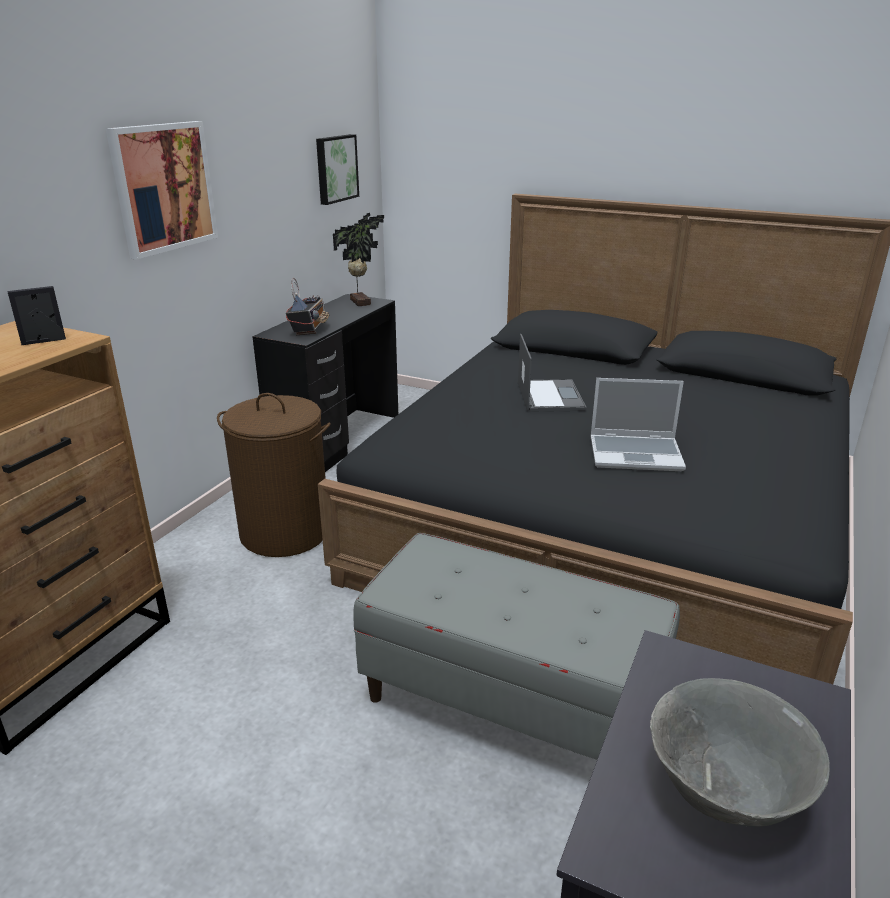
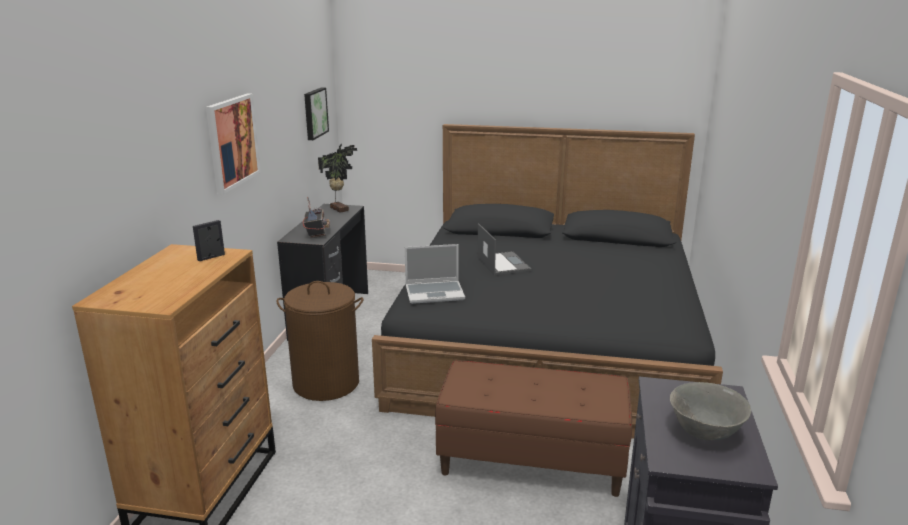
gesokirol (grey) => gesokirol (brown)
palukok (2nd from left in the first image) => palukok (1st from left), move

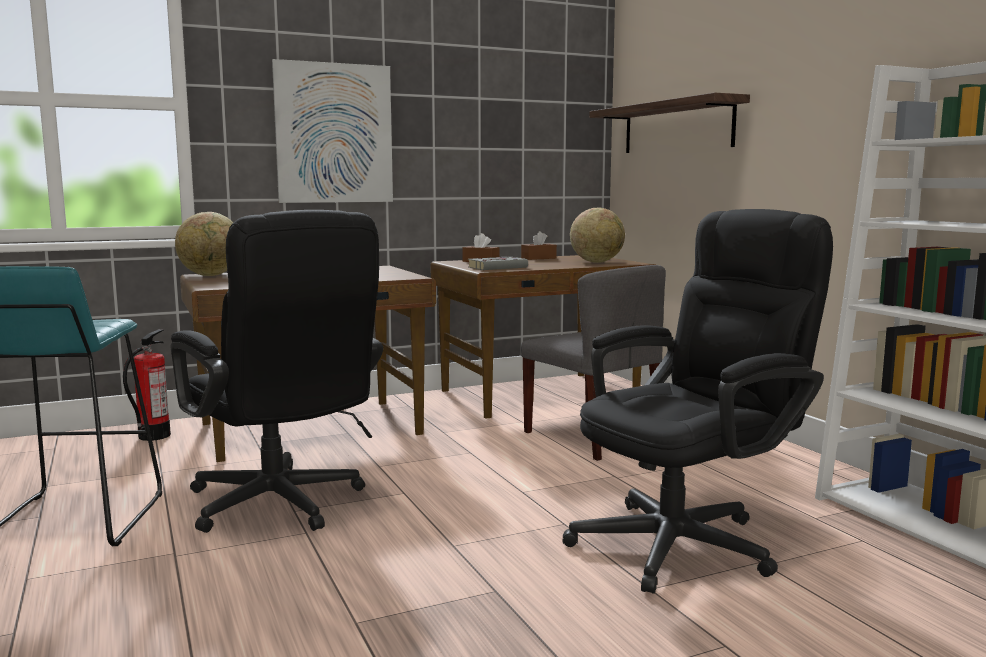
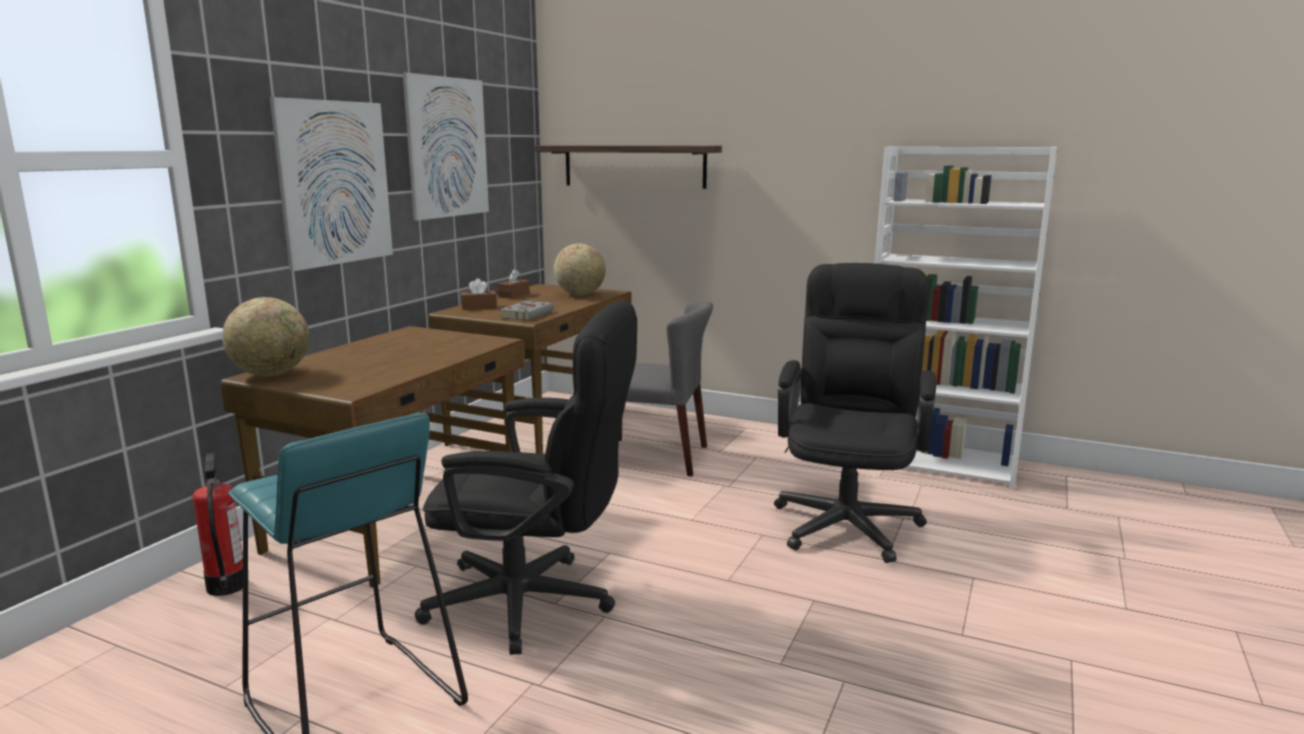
nothing => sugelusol (2nd from left)

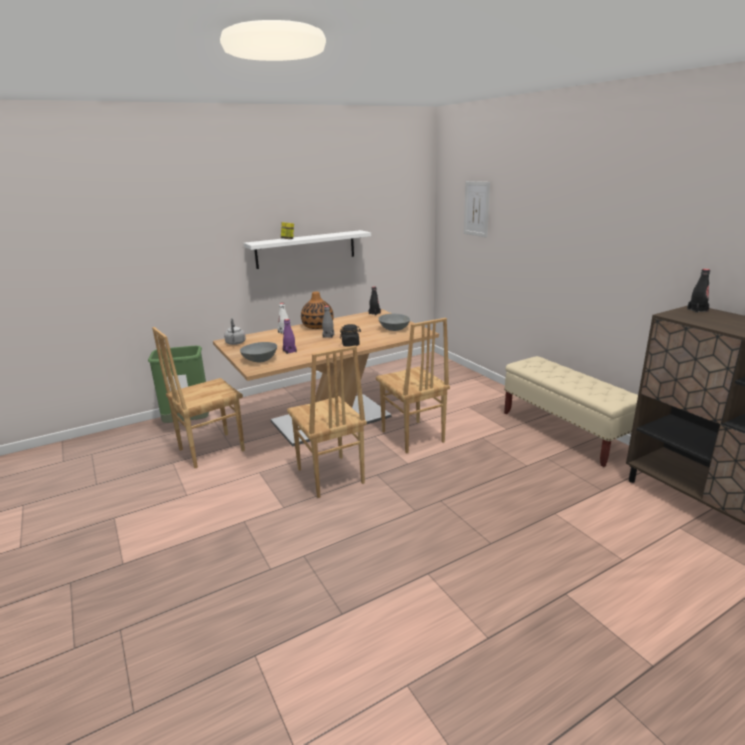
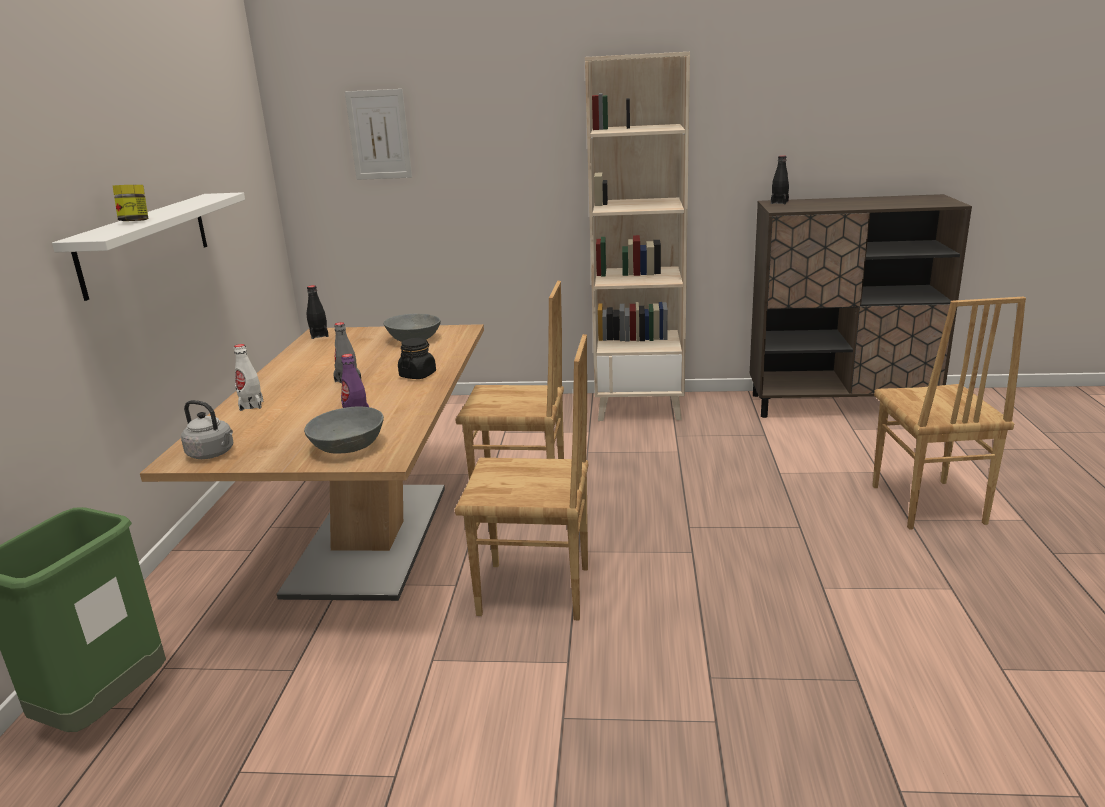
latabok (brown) (1st from left in the first image) => latabok (brown) (3rd from left), move
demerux => nothing
gesokirol (beige) => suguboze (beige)

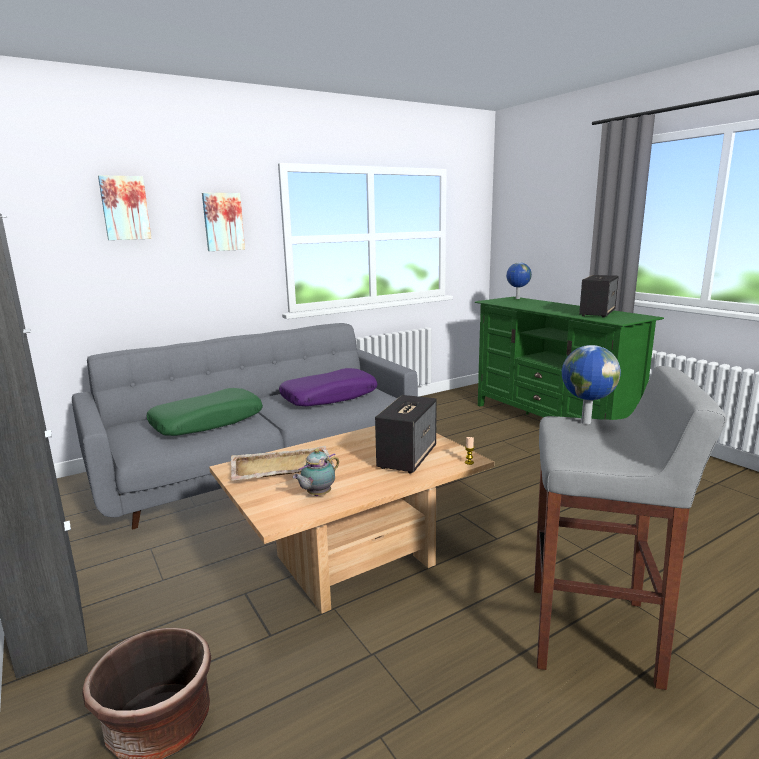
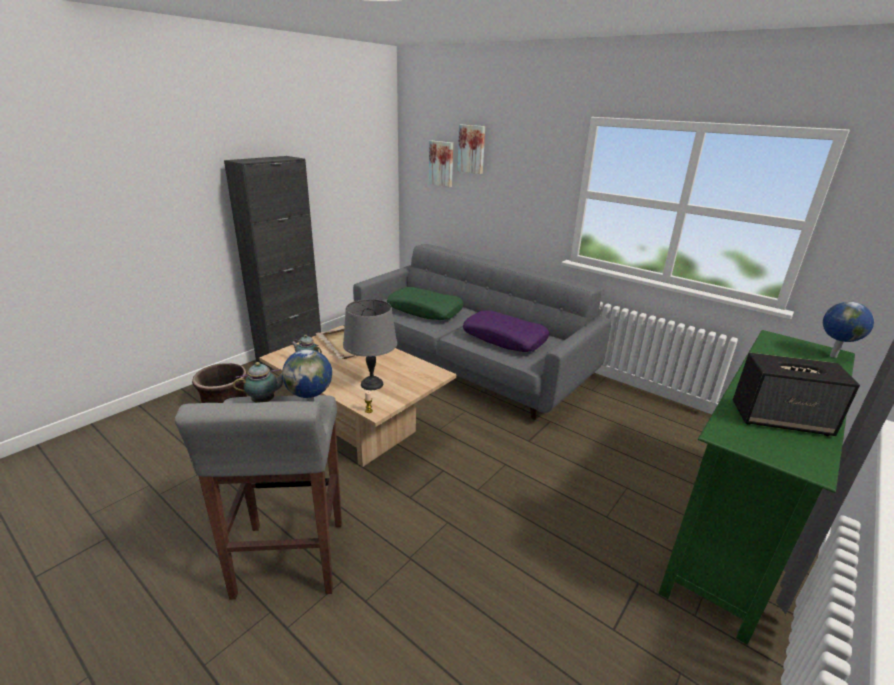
sugelusol (2nd from left in the first image) => sugelusol (1st from left), move
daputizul (1st from left) => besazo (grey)
nothing => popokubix (1st from left)

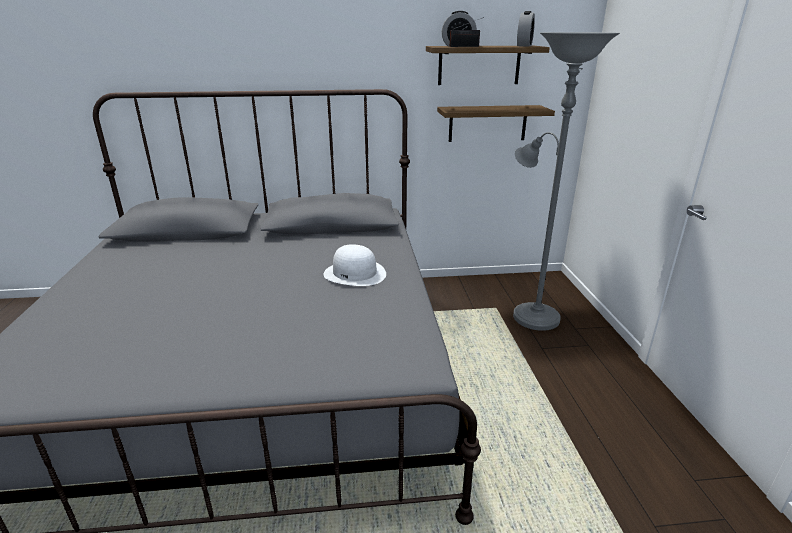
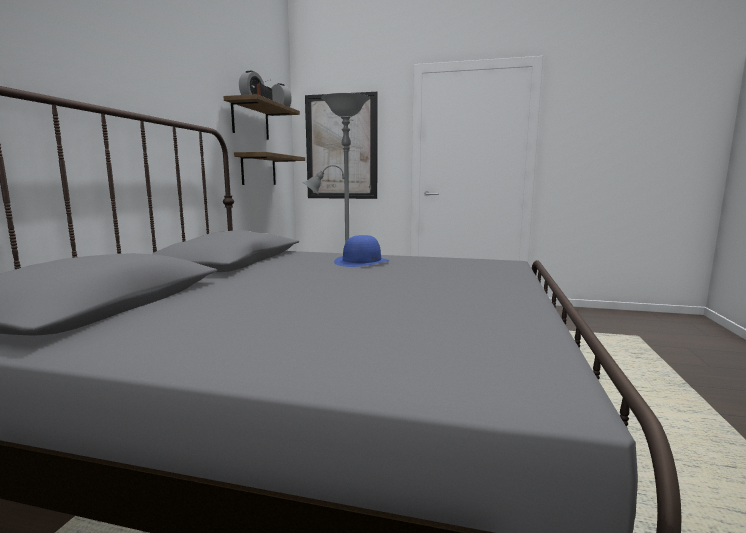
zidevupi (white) => zidevupi (blue)
nothing => sugelusol

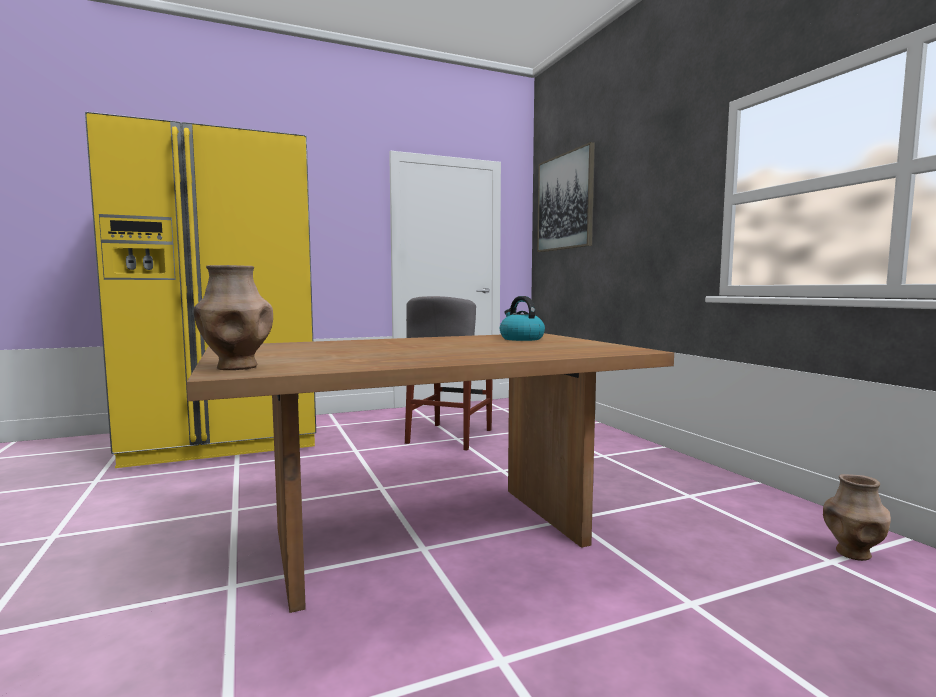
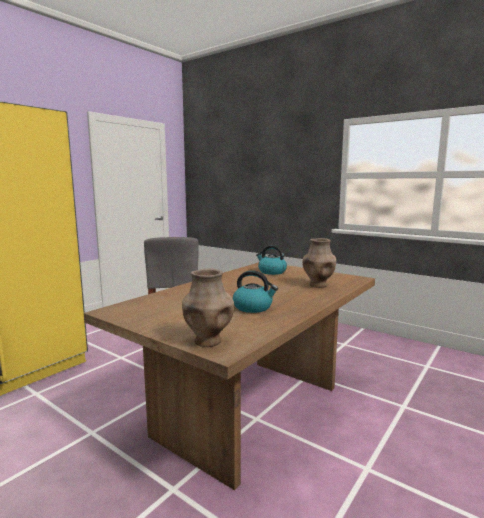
sugelusol => nothing
demerux (brown) (2nd from left), move
nothing => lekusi (1st from left)

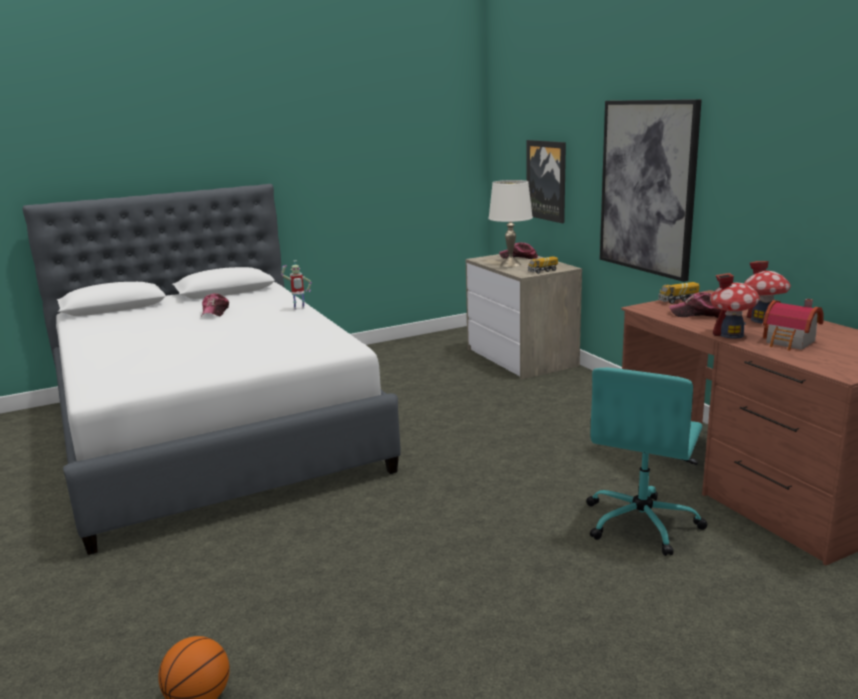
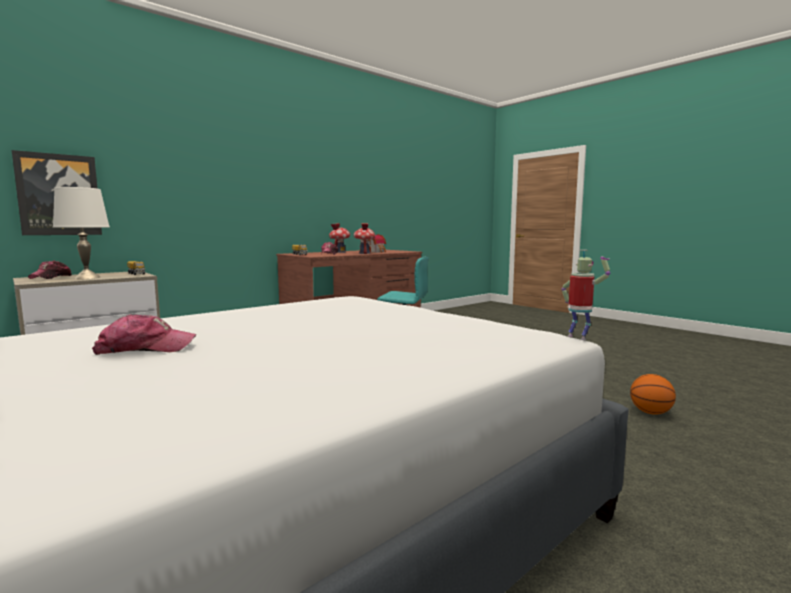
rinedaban, move
sugelusol (2nd from left) => nothing

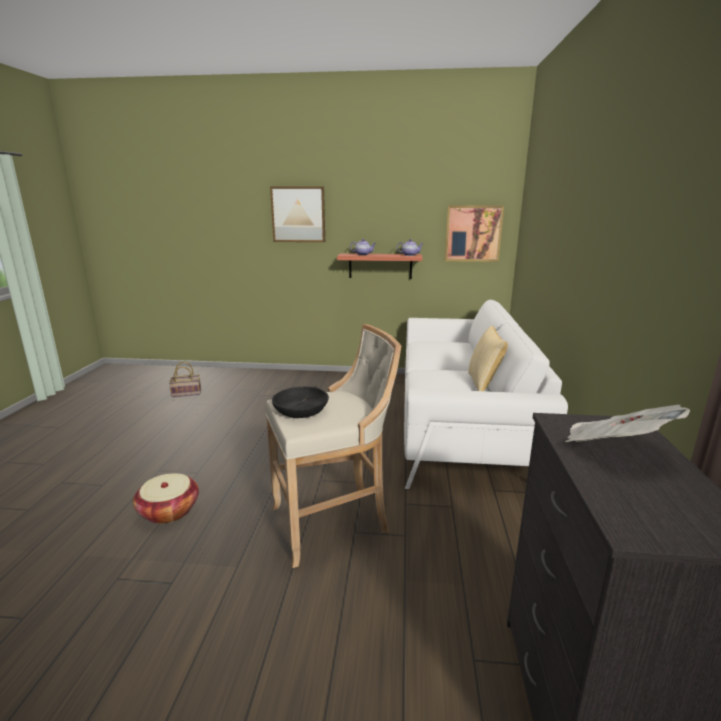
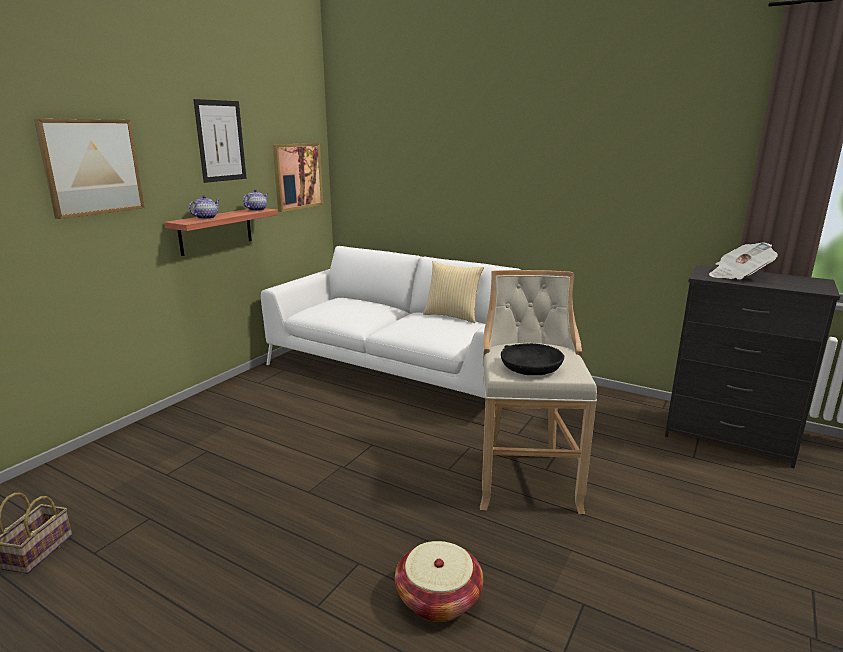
nothing => sugelusol (2nd from left)

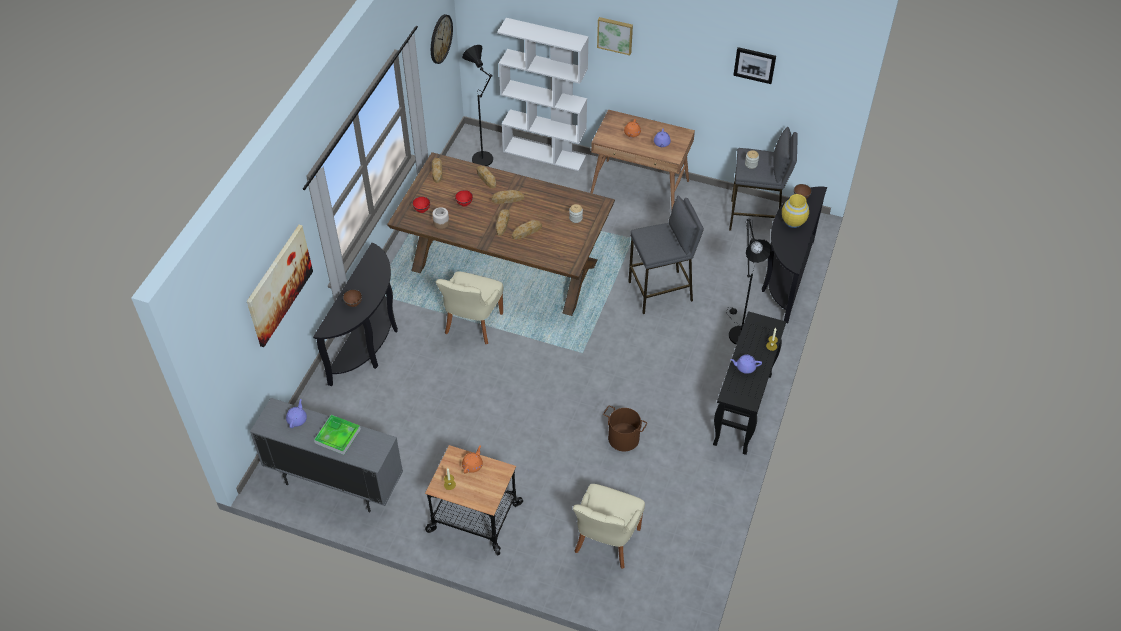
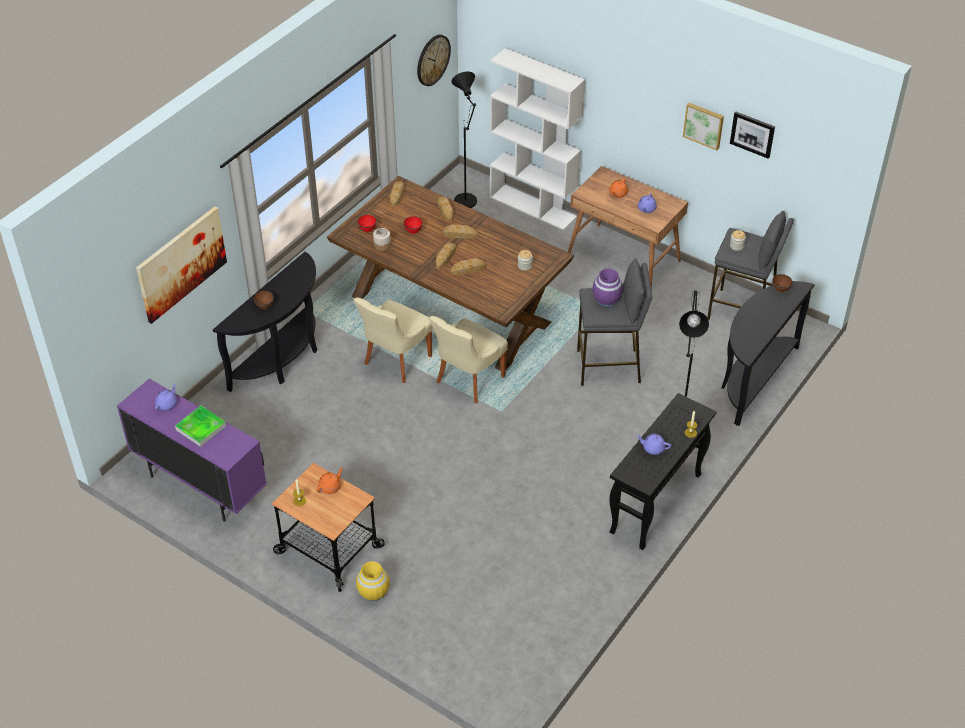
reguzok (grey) => reguzok (purple)
latabok (beige) (2nd from left), move
sugelusol (2nd from left), move
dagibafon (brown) => nothing
demerux (yellow), move
nothing => demerux (purple)

